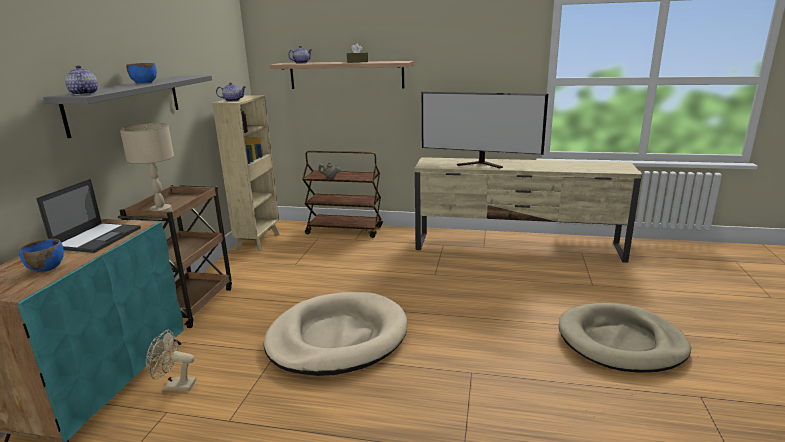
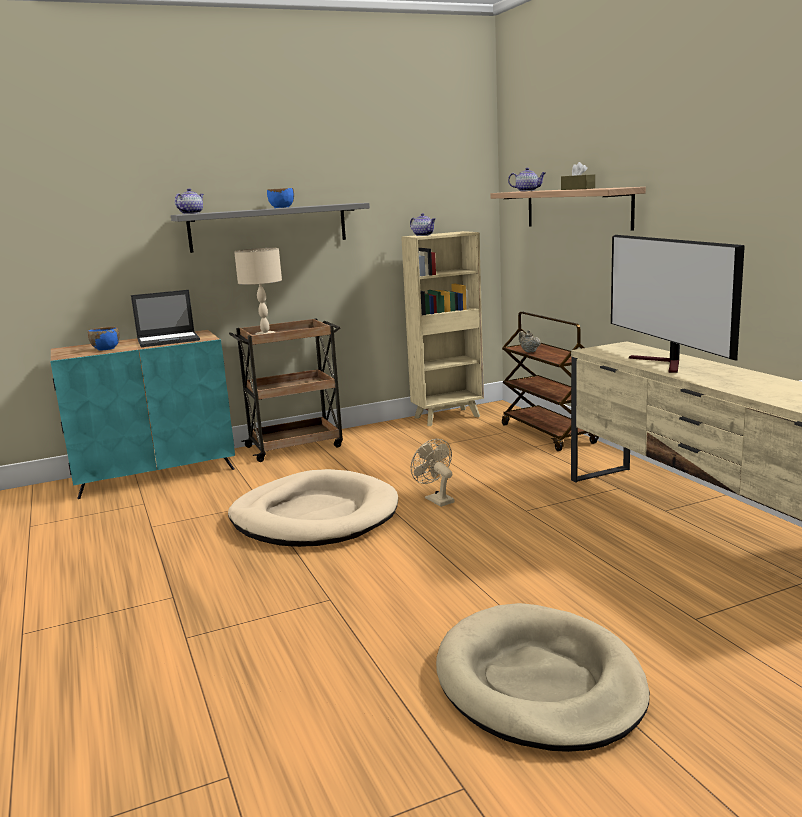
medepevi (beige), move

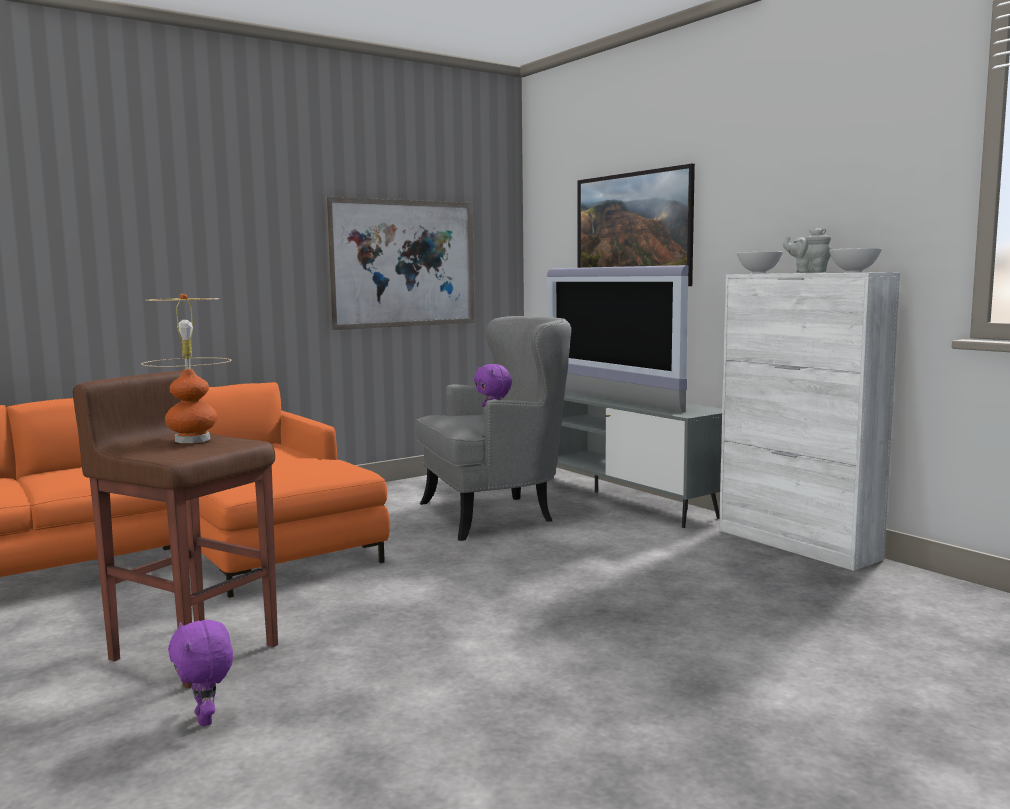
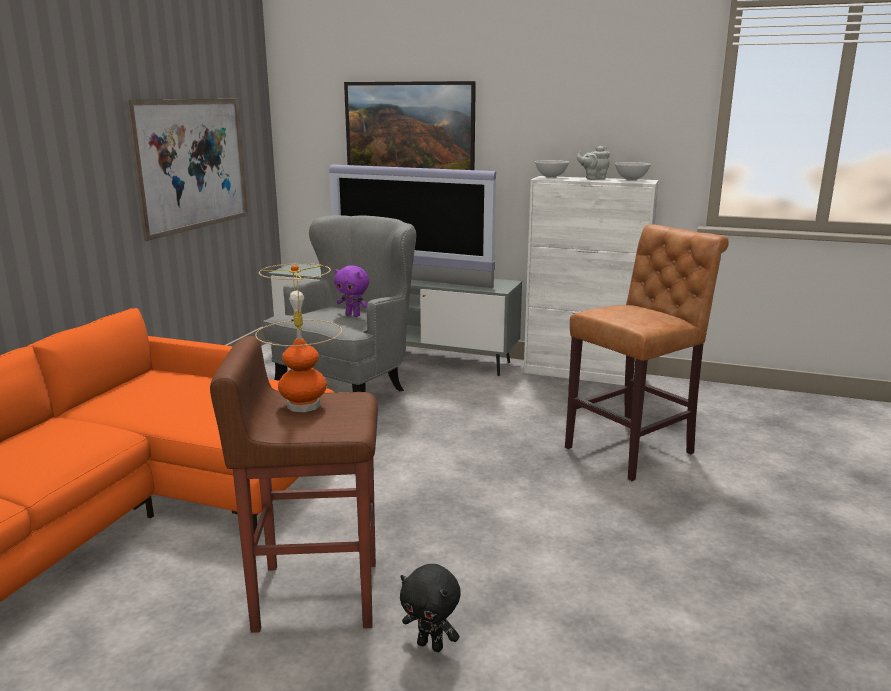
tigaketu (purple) (1st from left) => tigaketu (black)
nothing => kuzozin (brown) (2nd from left)

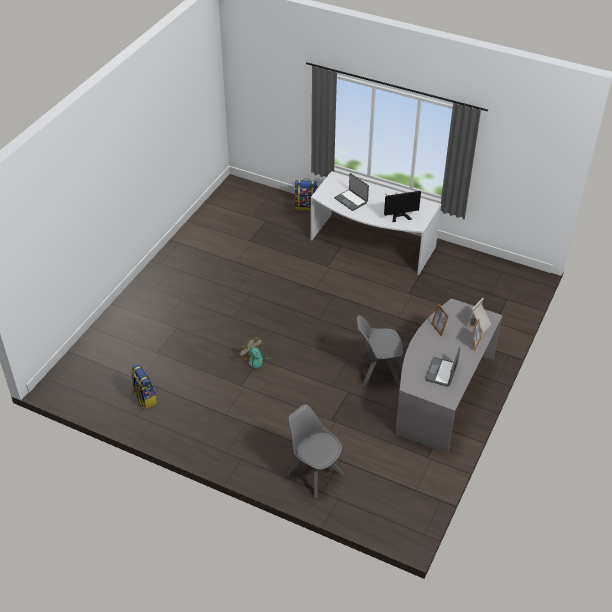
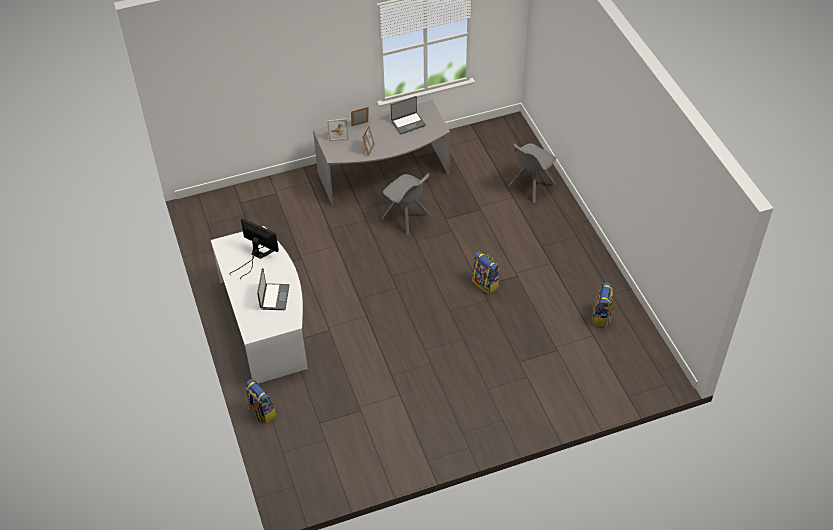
medepevi => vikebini (2nd from left)
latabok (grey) (1st from left in the first image) => latabok (grey) (2nd from left), 45 degrees clockwise

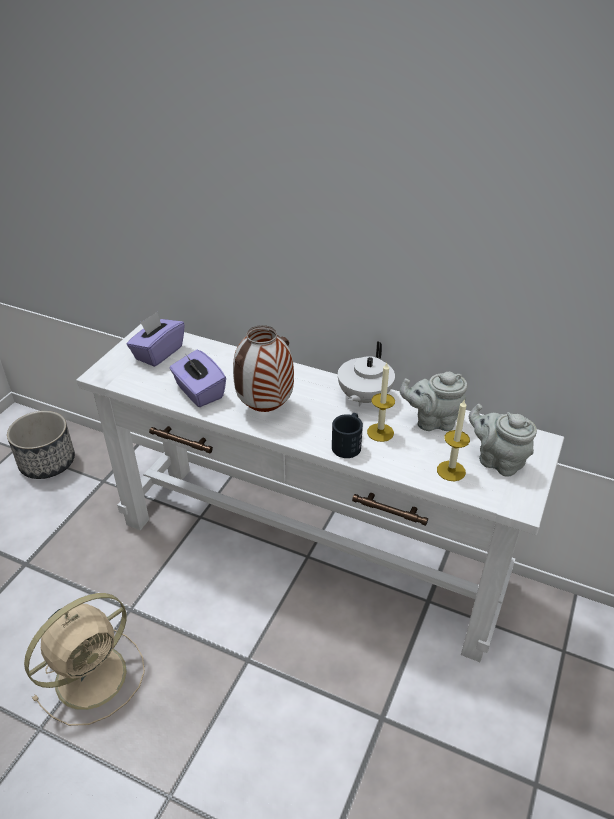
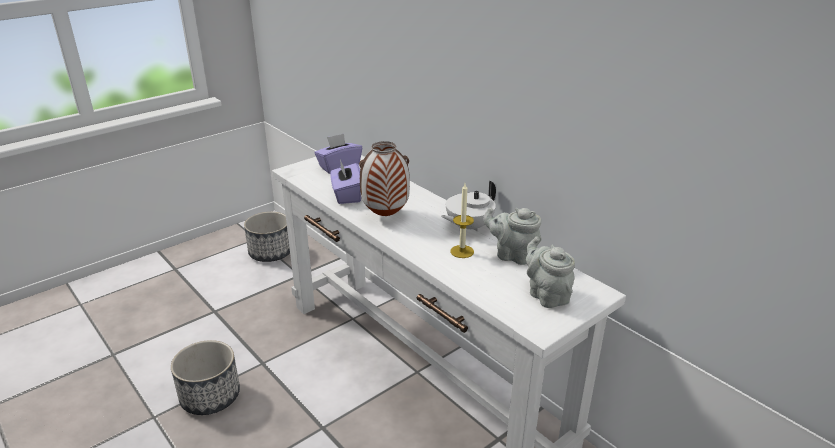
medepevi (beige) => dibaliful (1st from left)
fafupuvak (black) => nothing
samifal (2nd from left) => nothing

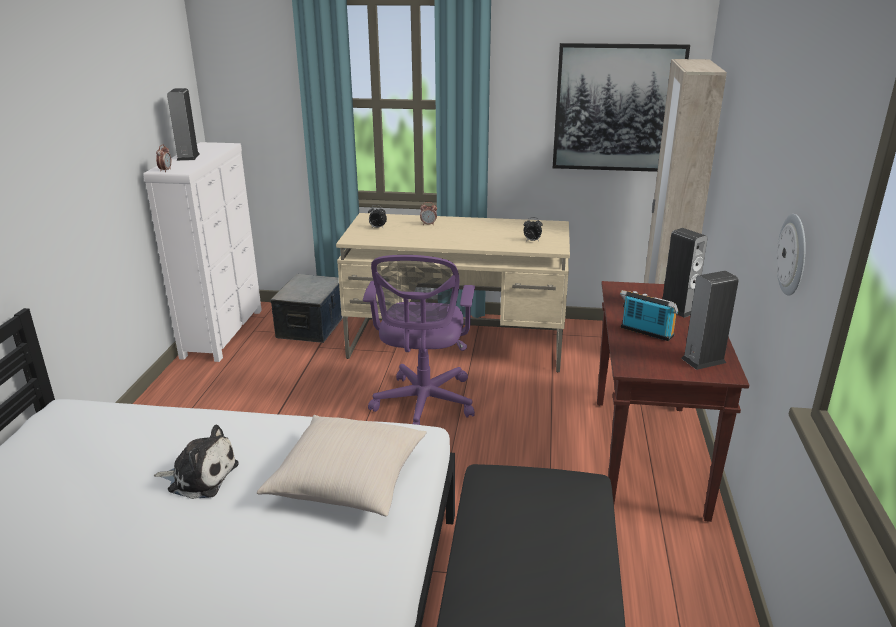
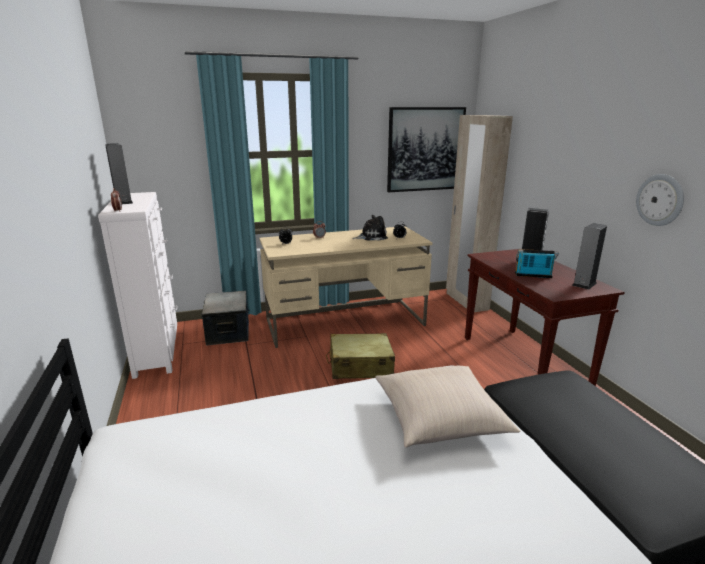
tigaketu, move
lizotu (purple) => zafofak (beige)

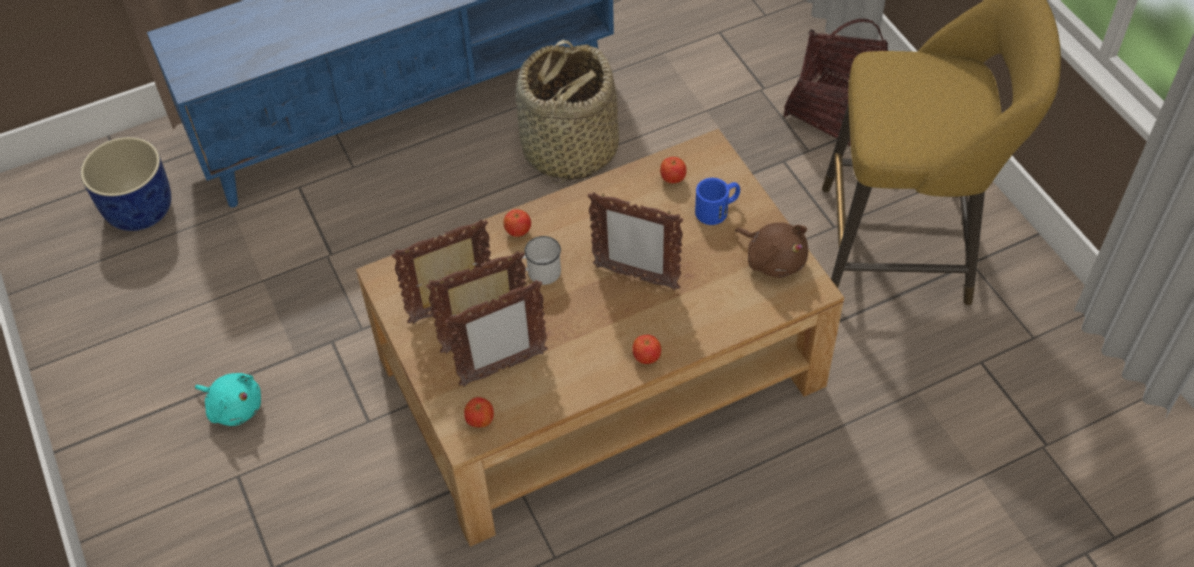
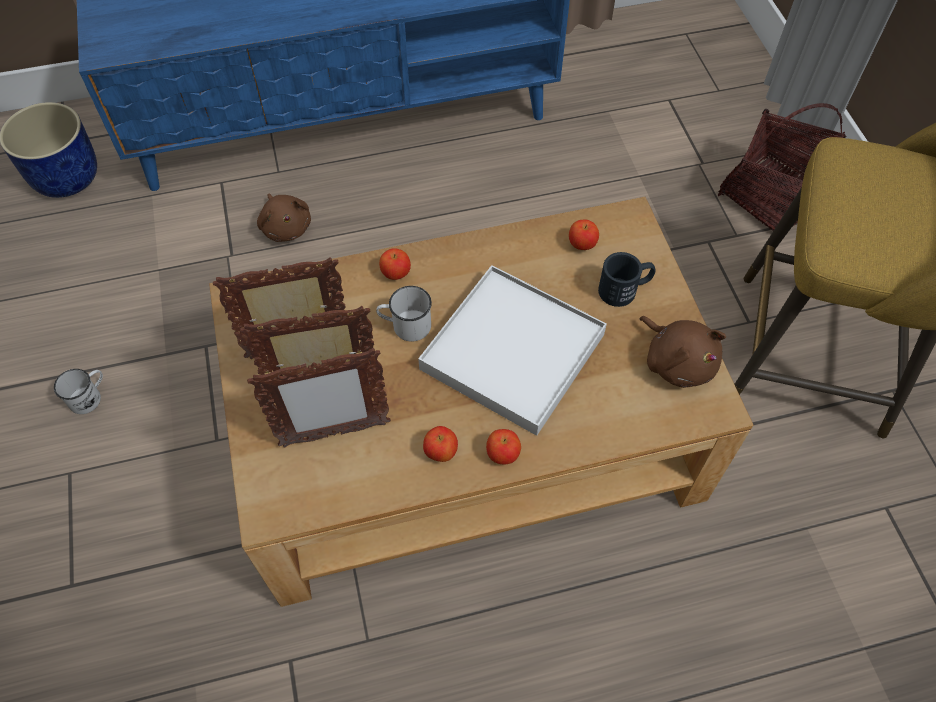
tigaketu (turquoise) => fafupuvak (white) (1st from left)
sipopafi (1st from left in the first image) => sipopafi (2nd from left), move
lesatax (1st from left) => nothing
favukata (4th from left) => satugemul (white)
fafupuvak (blue) => fafupuvak (black)
nothing => tigaketu (brown) (1st from left)

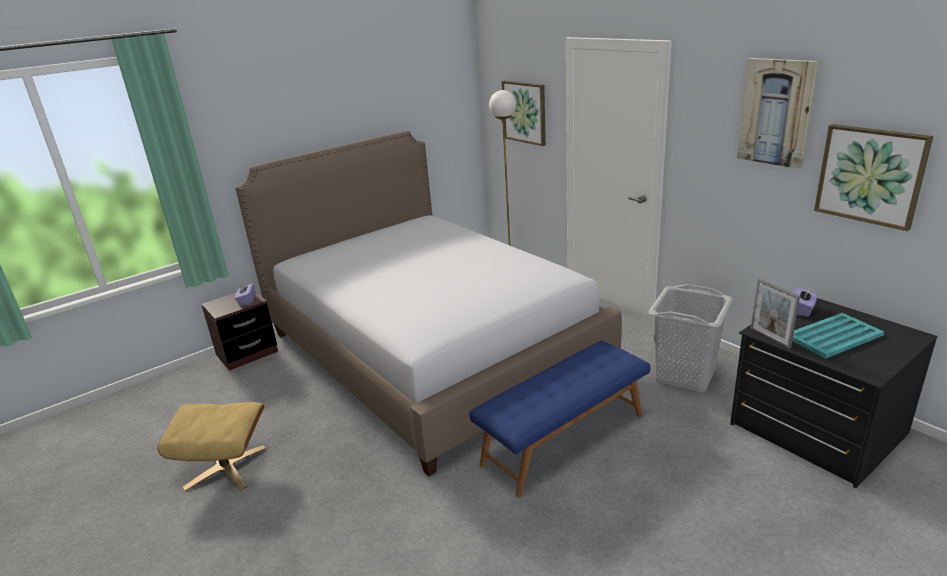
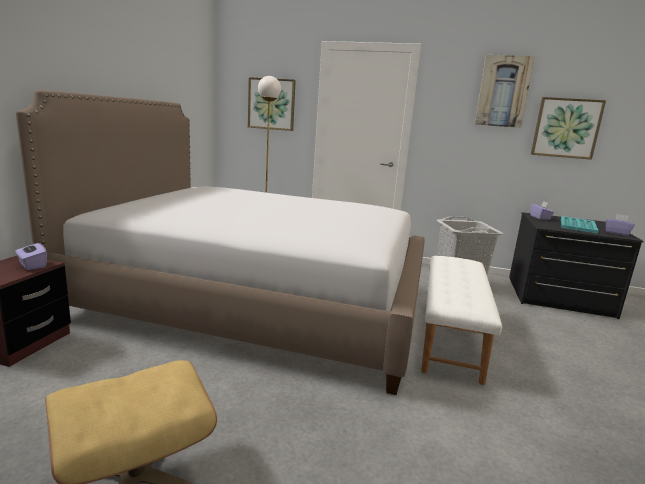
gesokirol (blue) => gesokirol (white)
favukata => nothing
nothing => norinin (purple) (3rd from left)

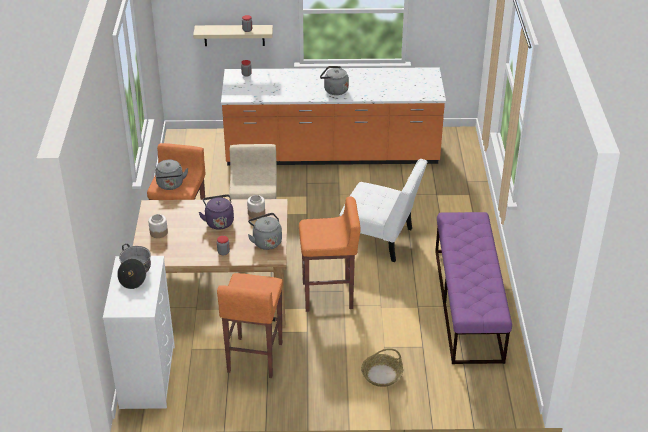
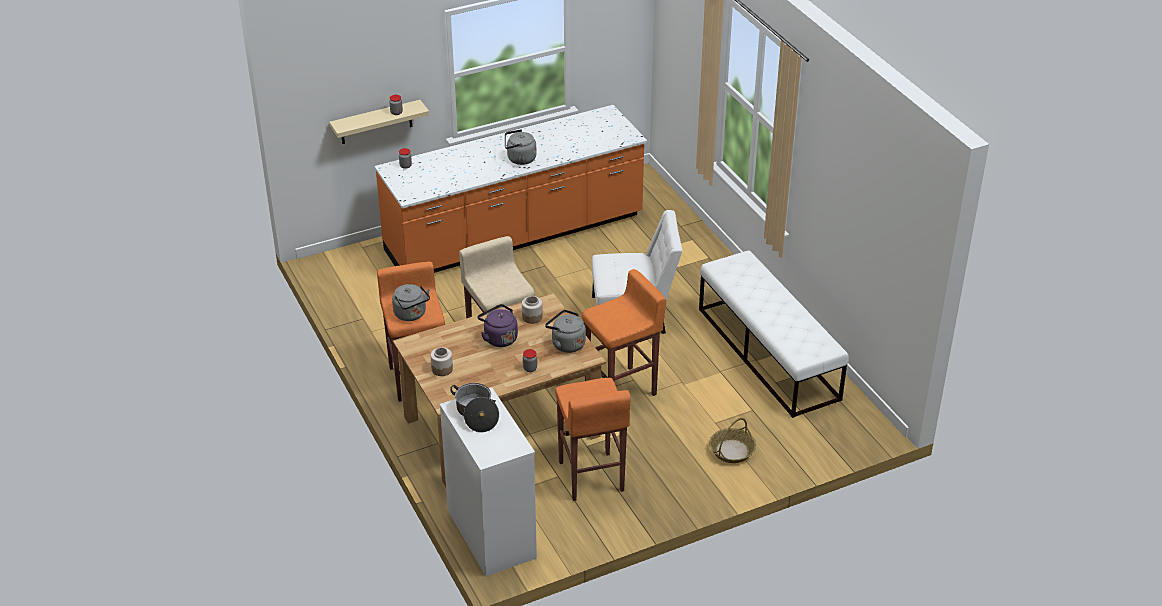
gesokirol (purple) => gesokirol (white)

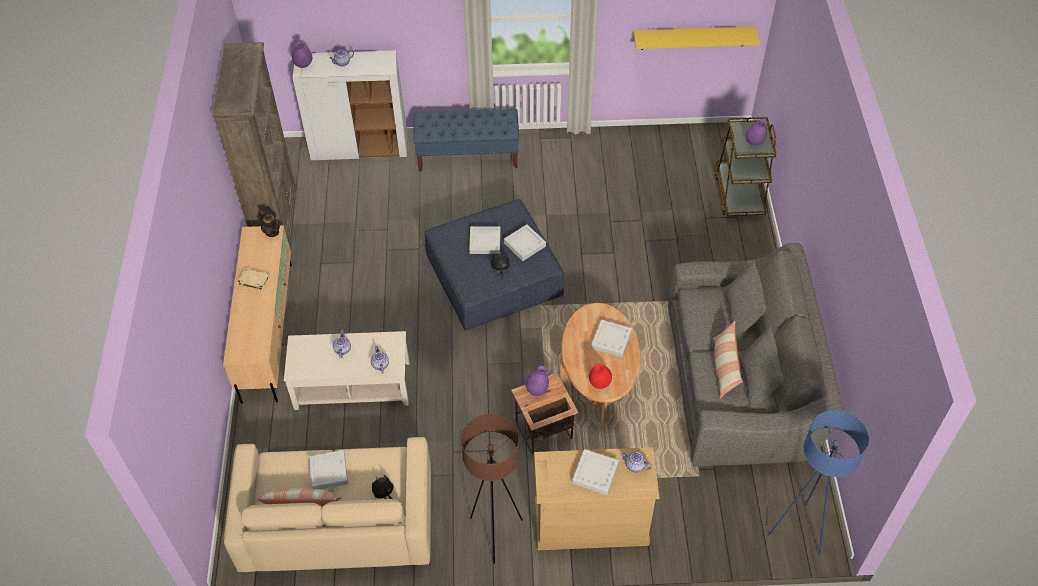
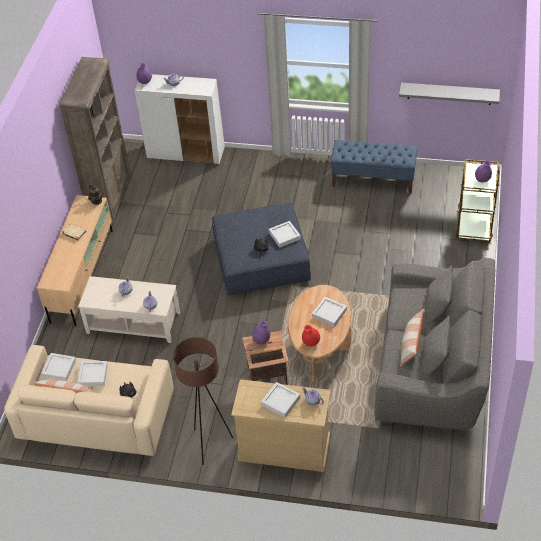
gesokirol (blue), move
satugemul (grey) (2nd from left in the first image) => satugemul (grey) (1st from left), move
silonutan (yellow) => silonutan (grey)
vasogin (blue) => nothing

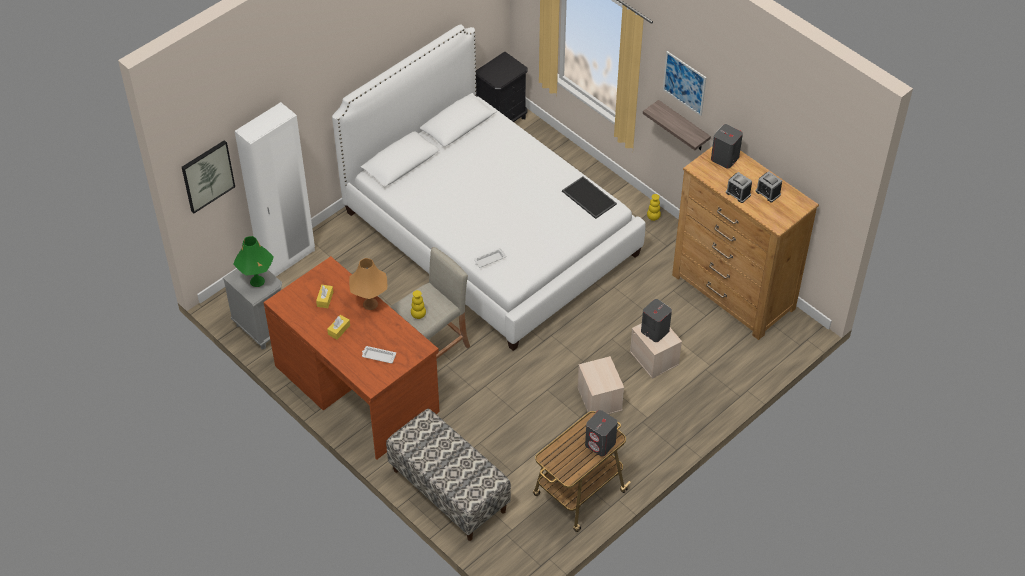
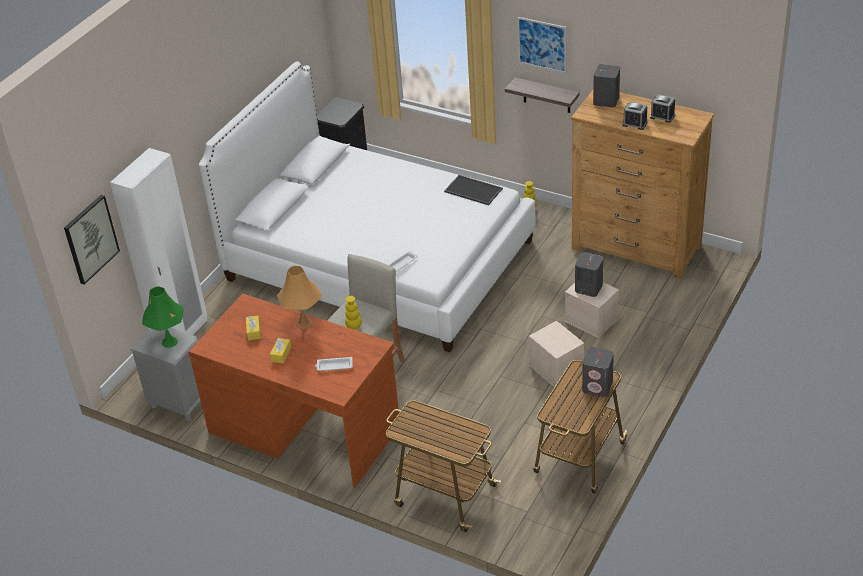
gesokirol => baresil (1st from left)

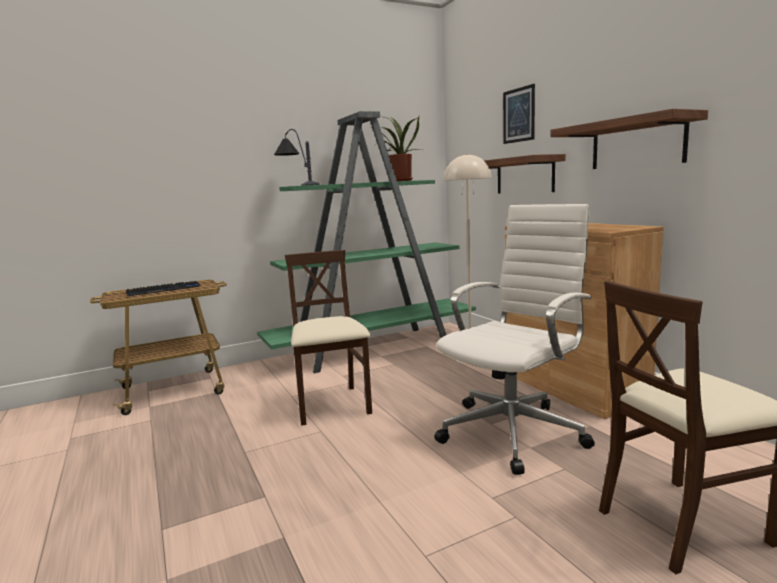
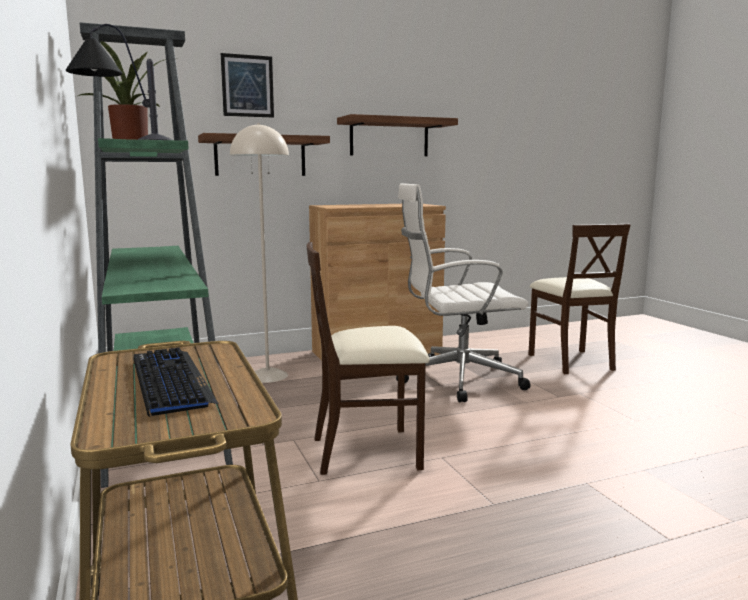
lizotu (white), 60 degrees counterclockwise

